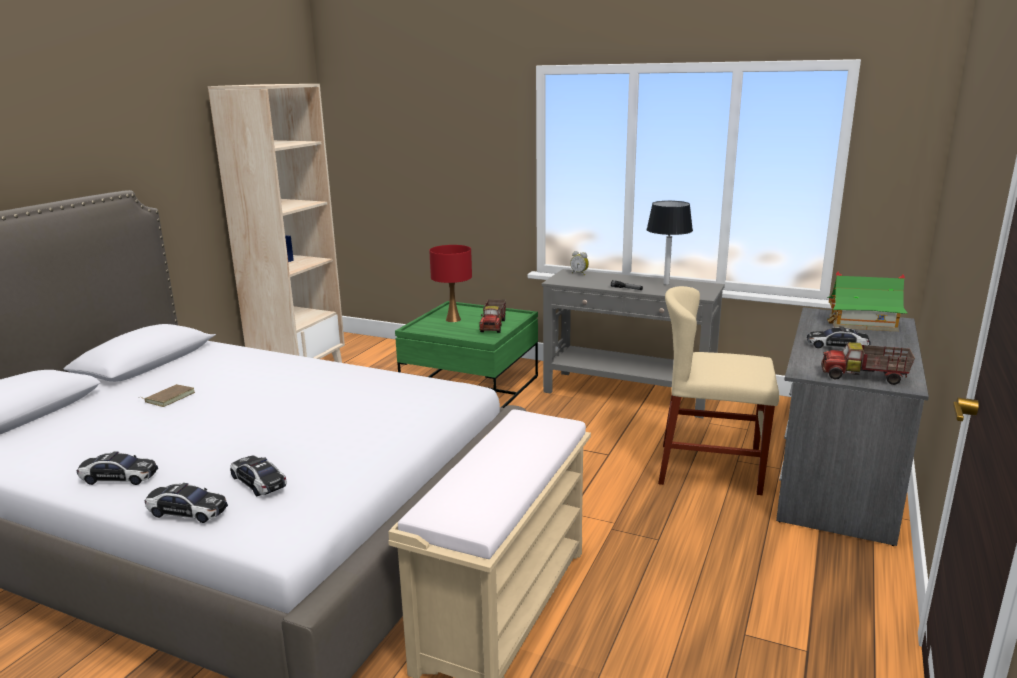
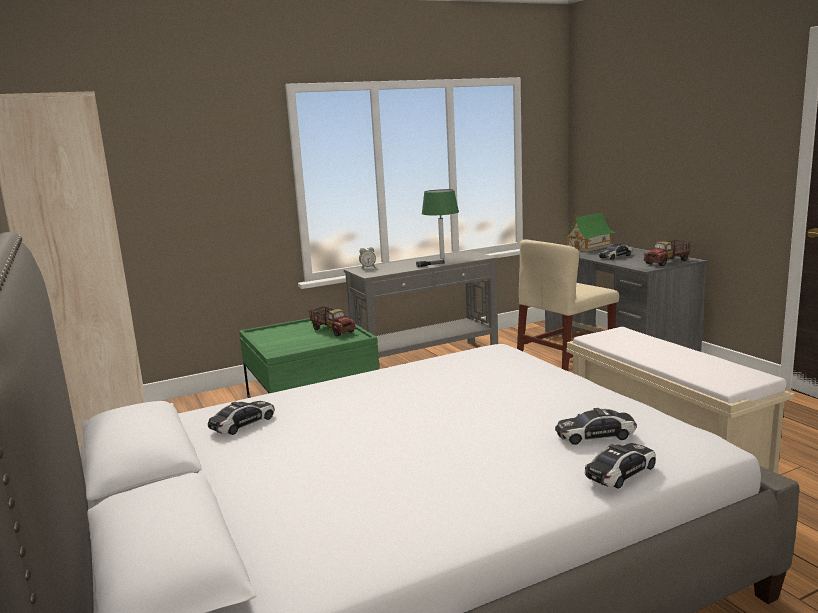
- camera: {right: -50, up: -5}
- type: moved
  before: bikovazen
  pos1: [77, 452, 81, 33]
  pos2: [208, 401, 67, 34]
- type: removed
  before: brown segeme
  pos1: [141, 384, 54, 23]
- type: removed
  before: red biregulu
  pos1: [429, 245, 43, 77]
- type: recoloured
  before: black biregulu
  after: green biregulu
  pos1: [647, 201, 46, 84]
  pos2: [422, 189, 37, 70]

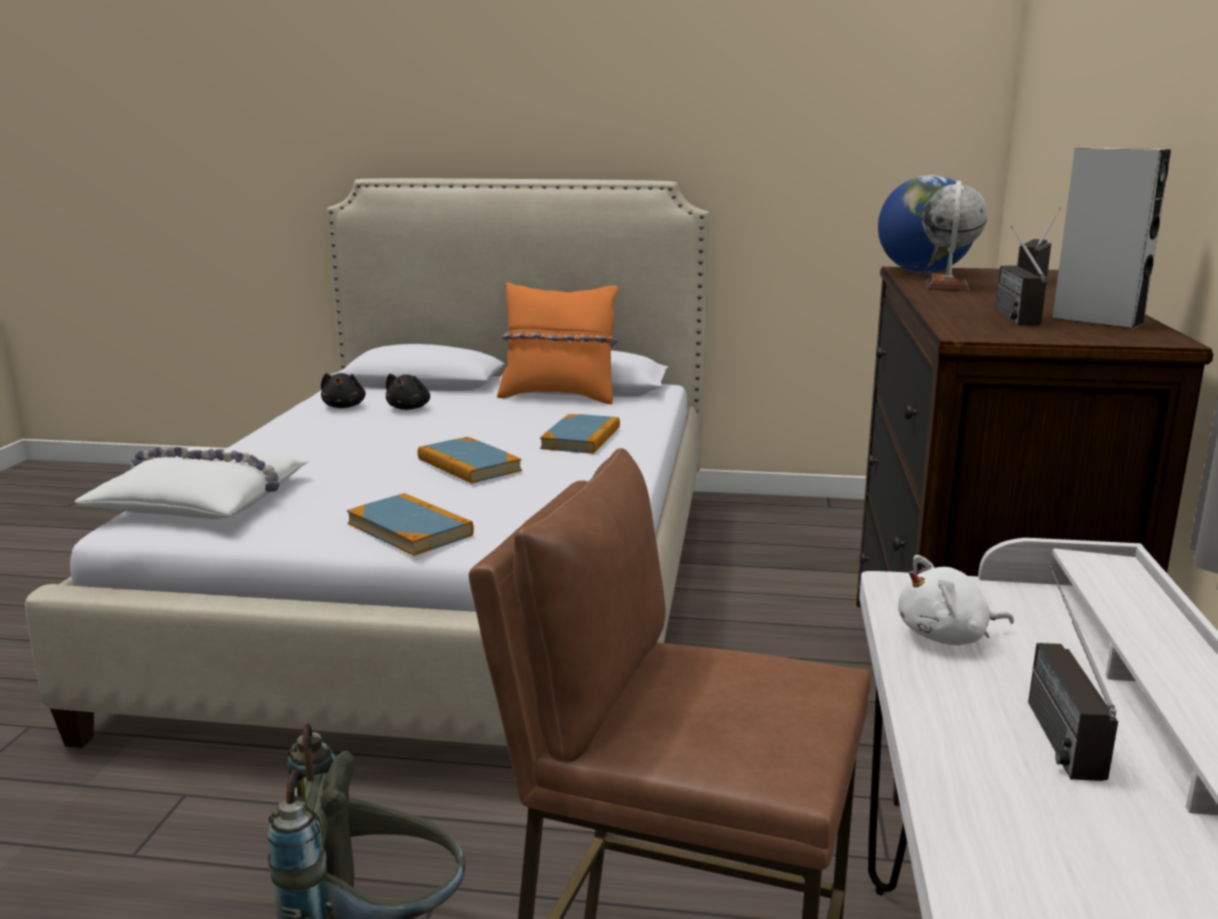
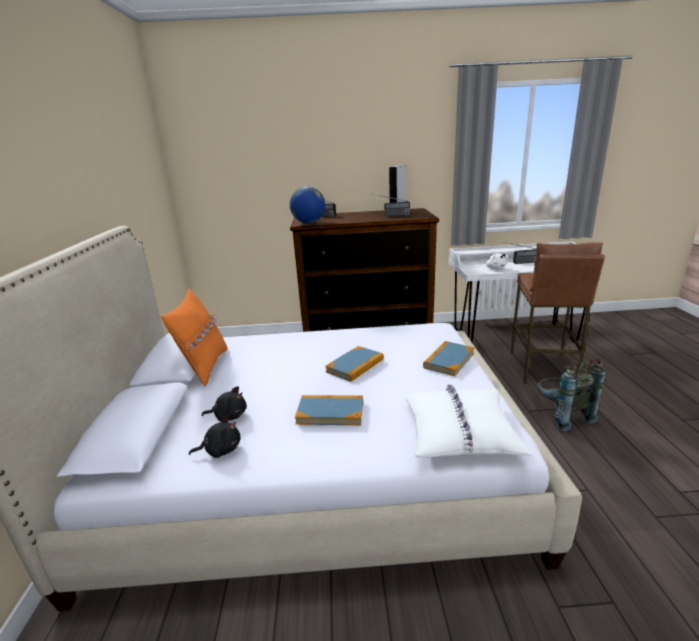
- camera: {right: -100, up: 5}
- type: moved
  before: segeme
  pos1: [540, 414, 80, 40]
  pos2: [295, 395, 68, 30]
- type: removed
  before: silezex
  pos1: [922, 181, 66, 110]

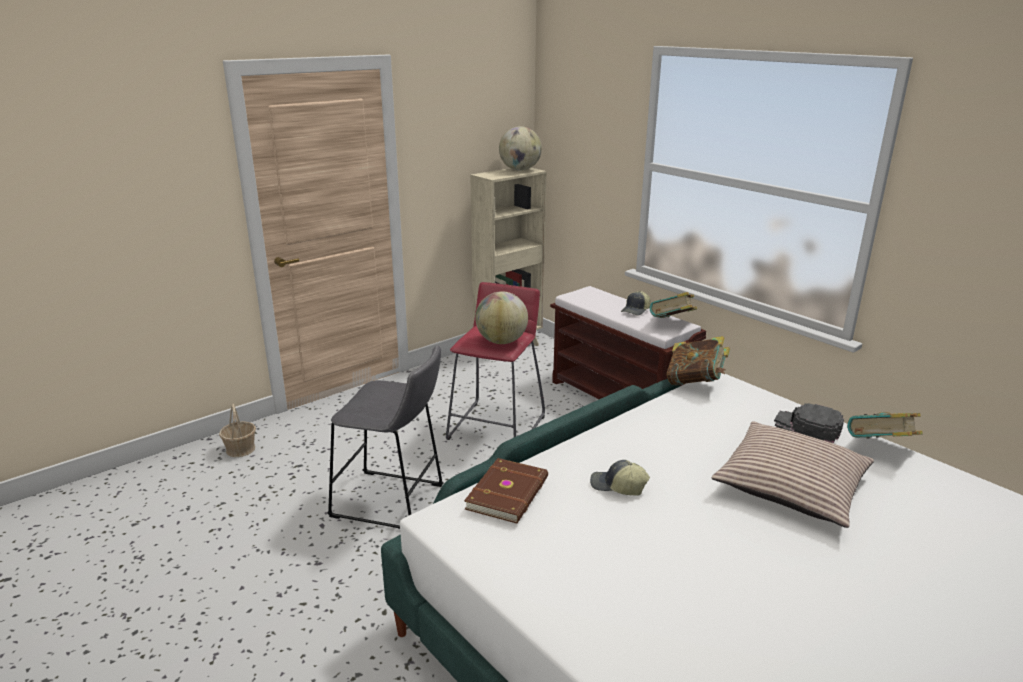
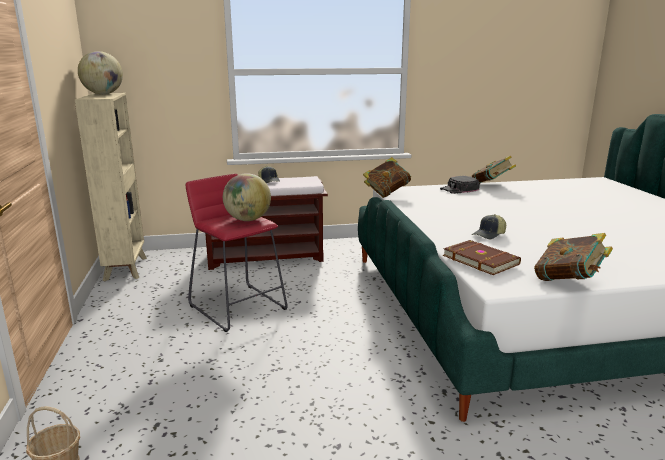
- camera: {right: -60, up: -5}
- type: removed
  before: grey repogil
  pos1: [327, 345, 117, 183]
- type: moved
  before: segeme
  pos1: [650, 292, 47, 26]
  pos2: [534, 233, 79, 48]
- type: removed
  before: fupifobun
  pos1: [712, 421, 162, 107]

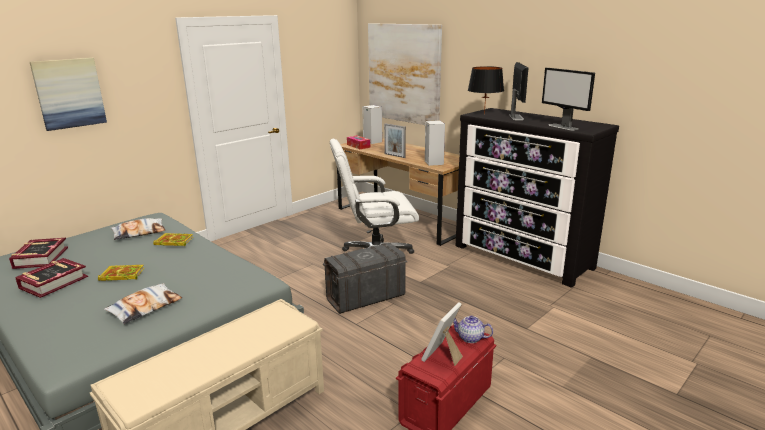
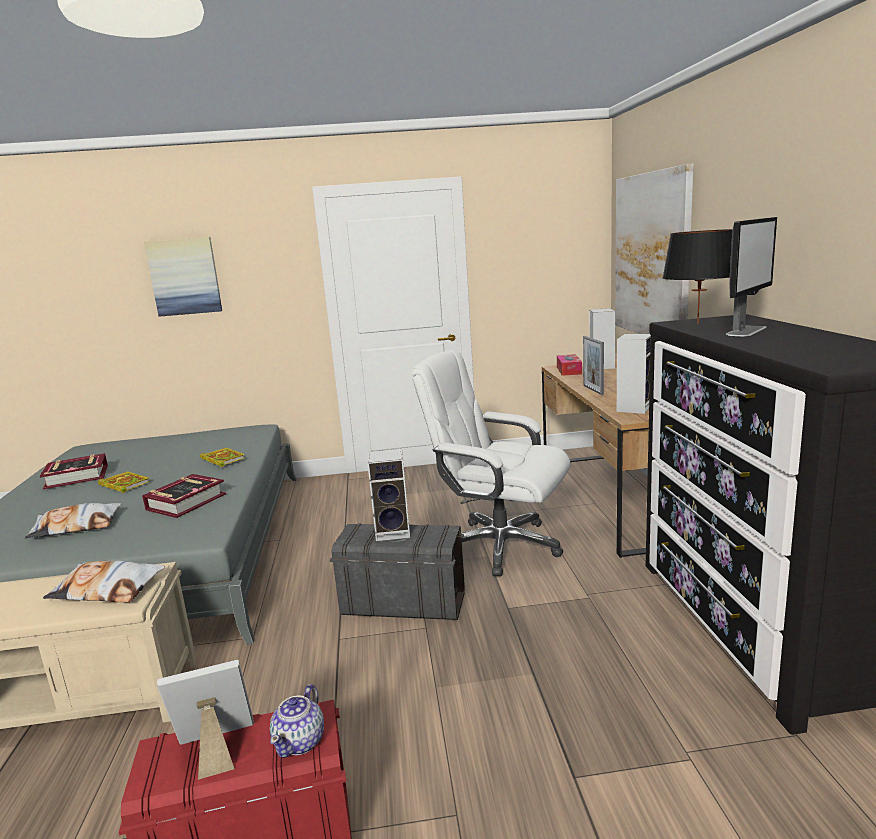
- camera: {right: 40, up: -5}
- type: moved
  before: segeme
  pos1: [9, 238, 59, 31]
  pos2: [142, 474, 84, 44]
- type: moved
  before: fupifobun
  pos1: [111, 218, 54, 22]
  pos2: [43, 561, 122, 42]
- type: turned
  before: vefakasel
  pos1: [453, 316, 40, 27]
  pos2: [270, 684, 54, 74]
  turn: -135
- type: removed
  before: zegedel
  pos1: [542, 68, 53, 63]
- type: added
  after: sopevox
  pos2: [367, 449, 43, 92]

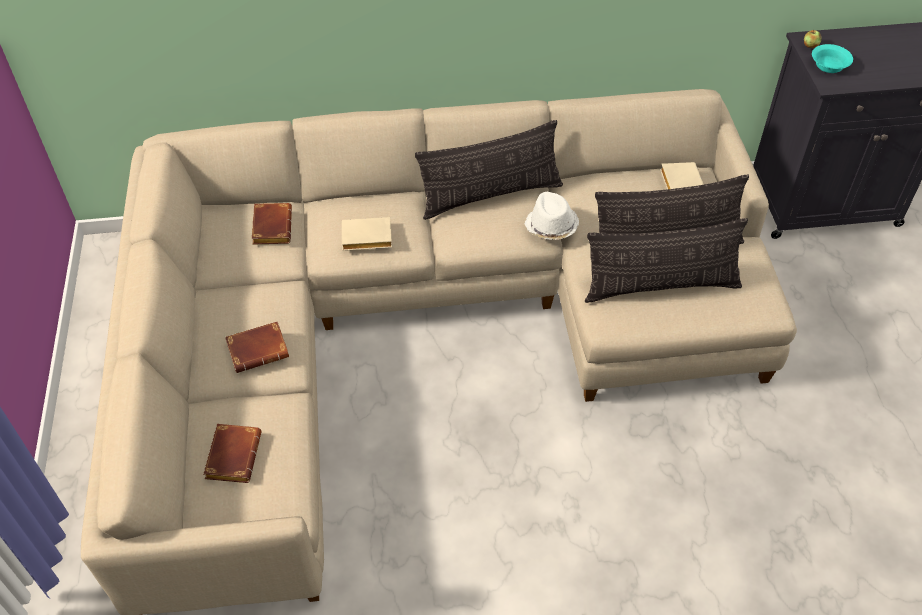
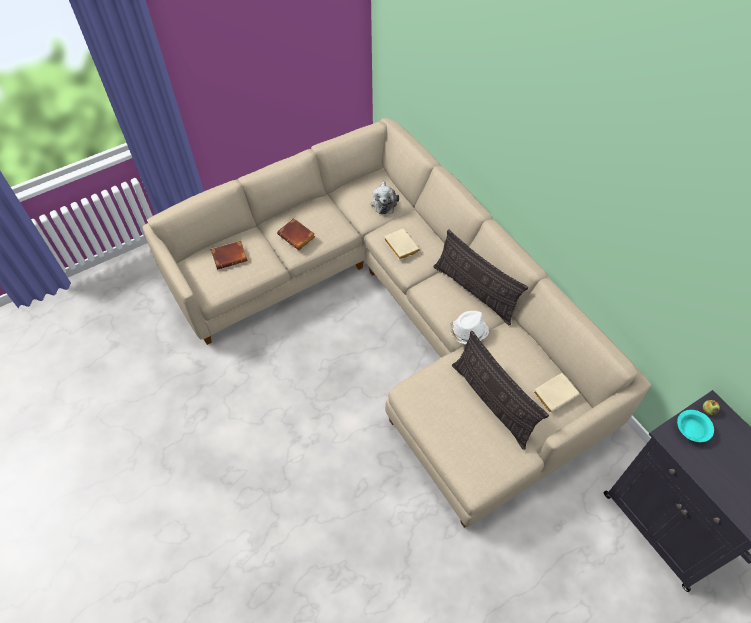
- camera: {right: 65, up: 5}
- type: replaced
  before: brown segeme
  after: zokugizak
  pos1: [252, 203, 40, 41]
  pos2: [371, 181, 28, 33]
- type: removed
  before: fupifobun
  pos1: [585, 218, 163, 85]

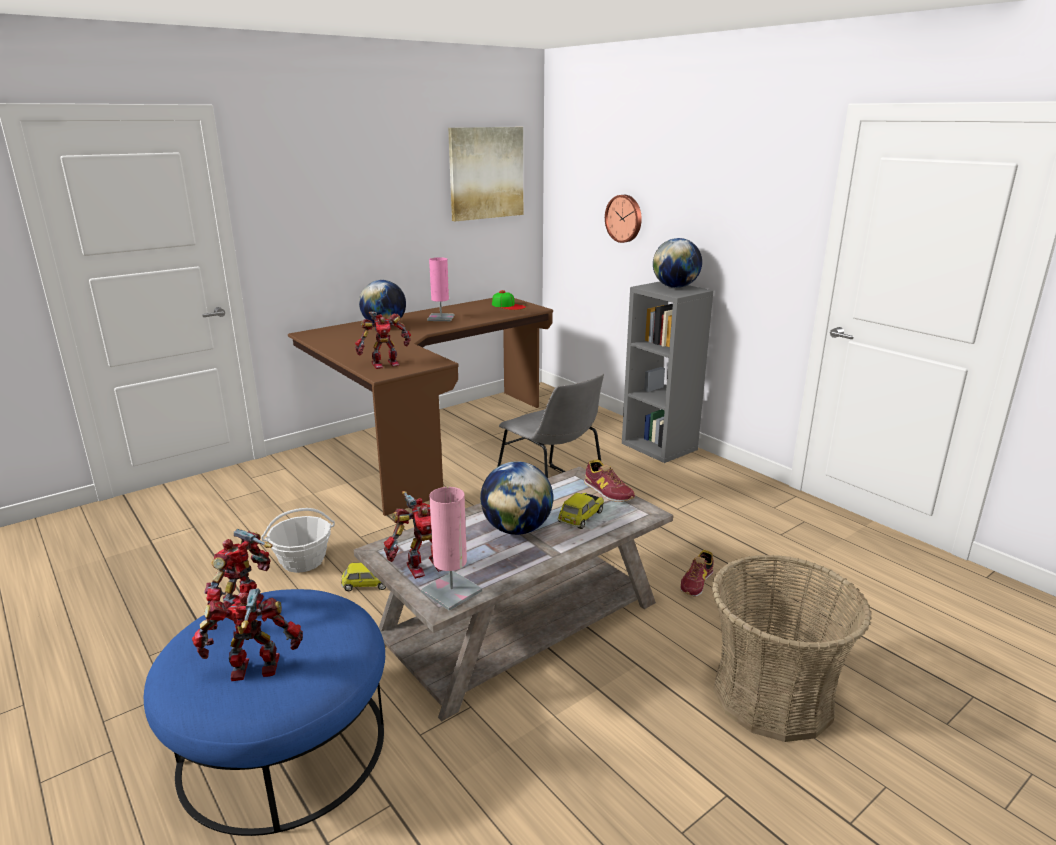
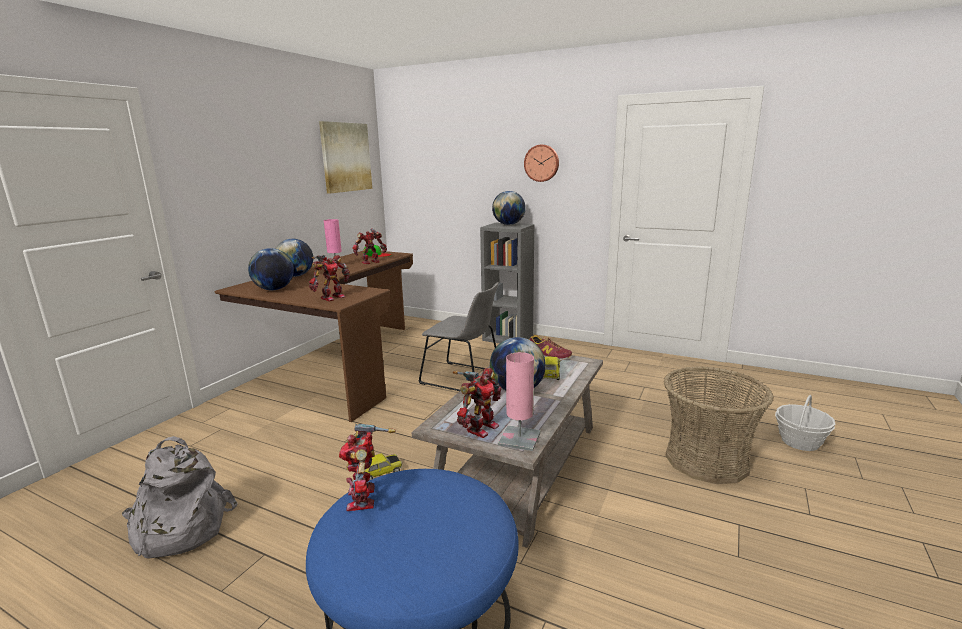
- camera: {right: -25, up: -5}
- type: moved
  before: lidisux
  pos1: [192, 589, 111, 92]
  pos2: [353, 229, 34, 35]
- type: moved
  before: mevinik
  pos1: [261, 508, 74, 65]
  pos2: [775, 395, 61, 56]
- type: moved
  before: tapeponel
  pos1: [605, 195, 37, 48]
  pos2: [524, 145, 35, 37]
- type: removed
  before: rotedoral
  pos1: [680, 550, 34, 47]
- type: added
  after: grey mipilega
  pos2: [122, 436, 116, 123]
- type: added
  after: silezex
  pos2: [248, 248, 46, 42]

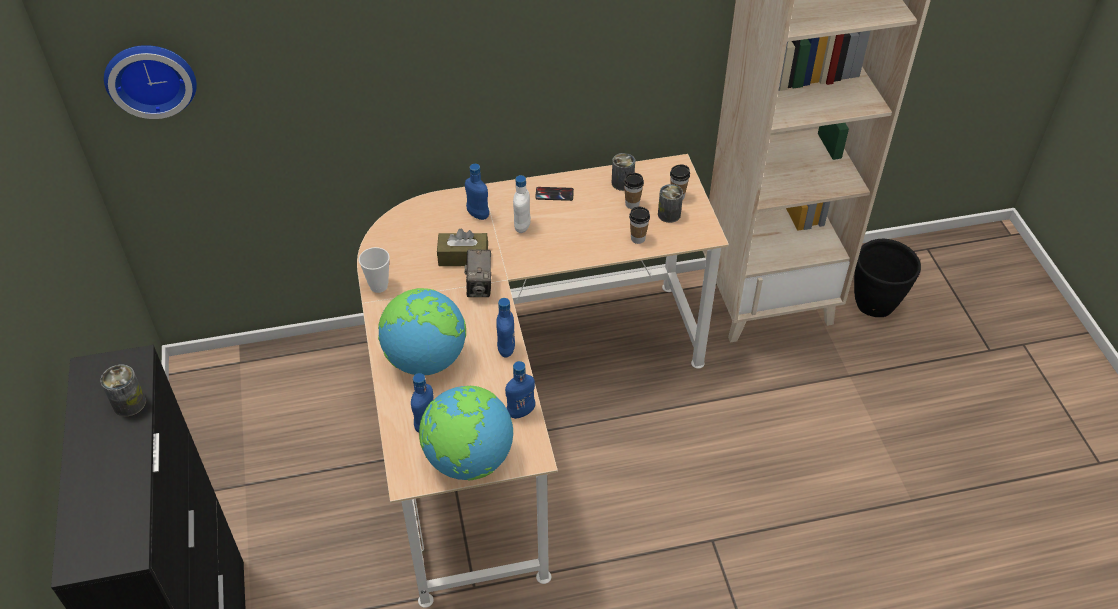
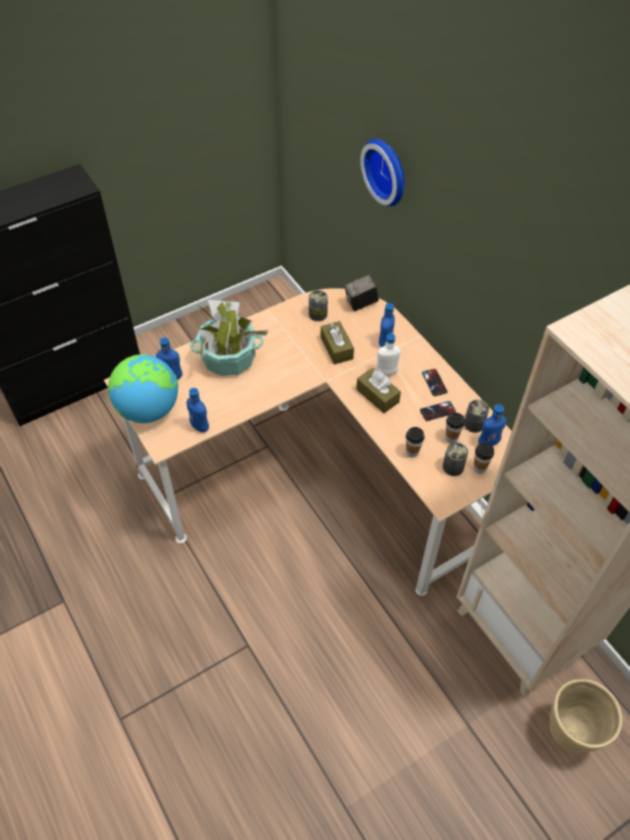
- camera: {right: 70, up: 5}
- type: moved
  before: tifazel
  pos1: [100, 365, 46, 52]
  pos2: [309, 290, 19, 31]
- type: moved
  before: tapeponel
  pos1: [104, 45, 93, 74]
  pos2: [360, 139, 45, 67]
- type: removed
  before: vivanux
  pos1: [359, 247, 31, 46]
- type: replaced
  before: silezex
  after: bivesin
  pos1: [378, 288, 88, 87]
  pos2: [190, 300, 79, 76]
- type: moved
  before: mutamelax
  pos1: [464, 249, 27, 48]
  pos2: [345, 275, 34, 36]
- type: moved
  before: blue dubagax
  pos1: [496, 298, 19, 60]
  pos2: [478, 404, 28, 42]
- type: recoloured
  before: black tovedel
  after: beige tovedel
  pos1: [854, 239, 67, 78]
  pos2: [550, 679, 72, 74]
- type: added
  after: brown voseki
  pos2: [356, 368, 45, 45]
- type: added
  after: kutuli
  pos2: [420, 401, 36, 20]

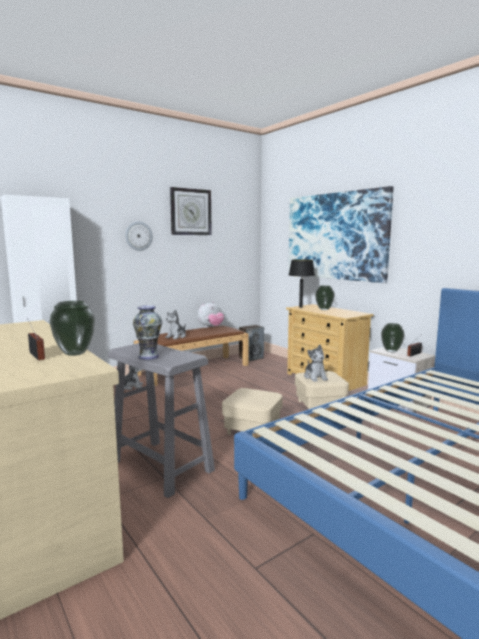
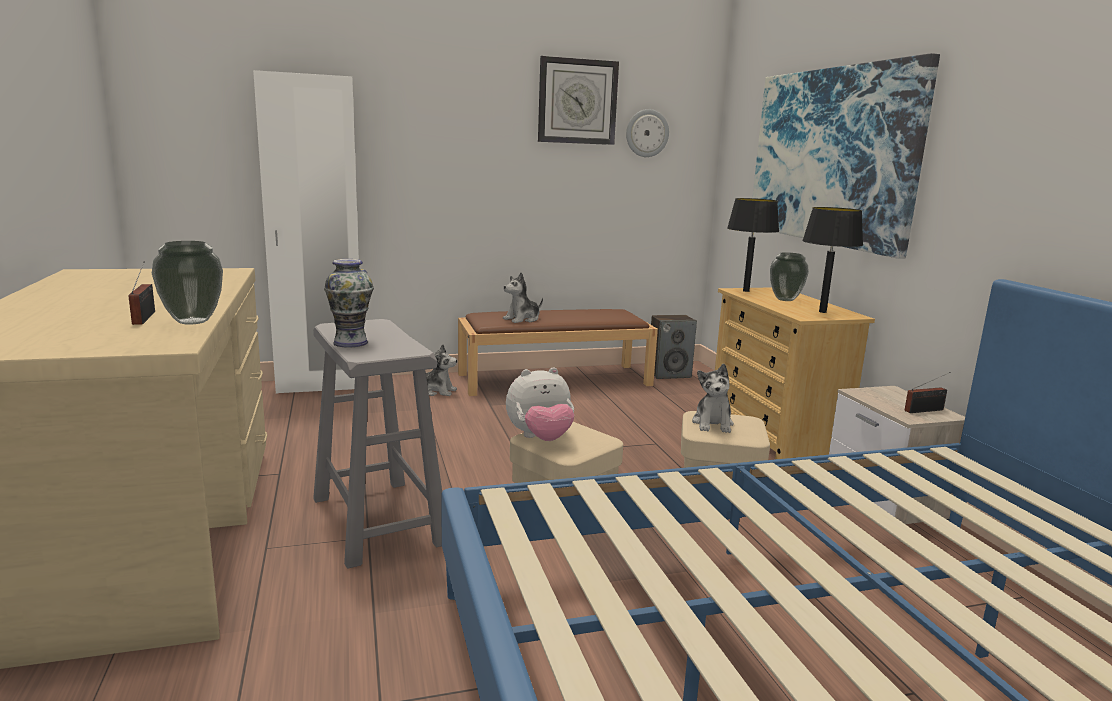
- camera: {right: 20, up: 5}
- type: moved
  before: tapeponel
  pos1: [125, 221, 28, 30]
  pos2: [626, 109, 43, 48]
- type: moved
  before: zokugizak
  pos1: [197, 301, 27, 27]
  pos2: [506, 367, 68, 74]
- type: removed
  before: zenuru
  pos1: [381, 323, 24, 29]
- type: added
  after: black biregulu
  pos2: [802, 207, 61, 106]

